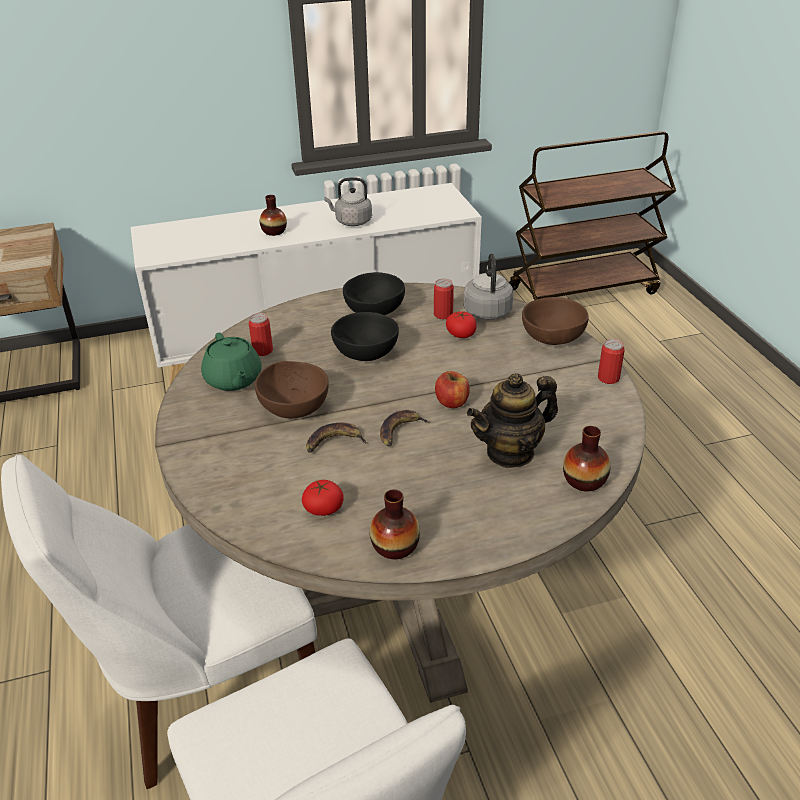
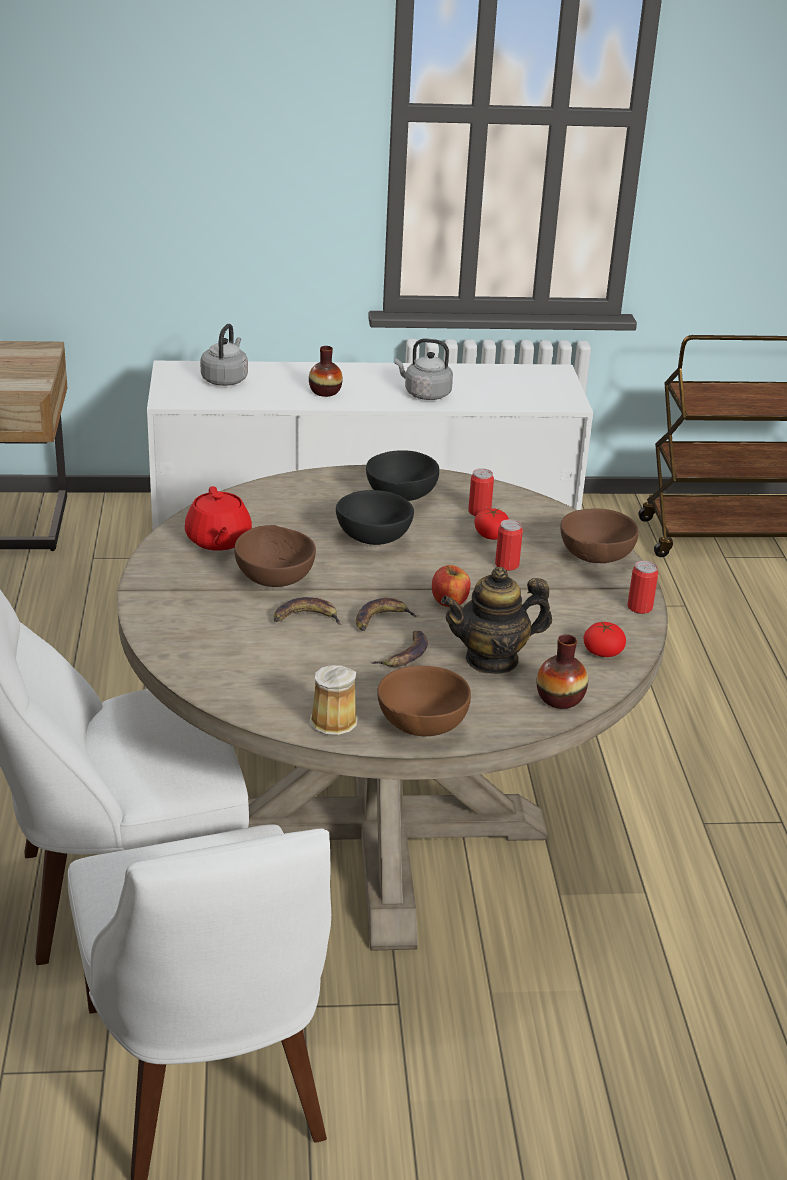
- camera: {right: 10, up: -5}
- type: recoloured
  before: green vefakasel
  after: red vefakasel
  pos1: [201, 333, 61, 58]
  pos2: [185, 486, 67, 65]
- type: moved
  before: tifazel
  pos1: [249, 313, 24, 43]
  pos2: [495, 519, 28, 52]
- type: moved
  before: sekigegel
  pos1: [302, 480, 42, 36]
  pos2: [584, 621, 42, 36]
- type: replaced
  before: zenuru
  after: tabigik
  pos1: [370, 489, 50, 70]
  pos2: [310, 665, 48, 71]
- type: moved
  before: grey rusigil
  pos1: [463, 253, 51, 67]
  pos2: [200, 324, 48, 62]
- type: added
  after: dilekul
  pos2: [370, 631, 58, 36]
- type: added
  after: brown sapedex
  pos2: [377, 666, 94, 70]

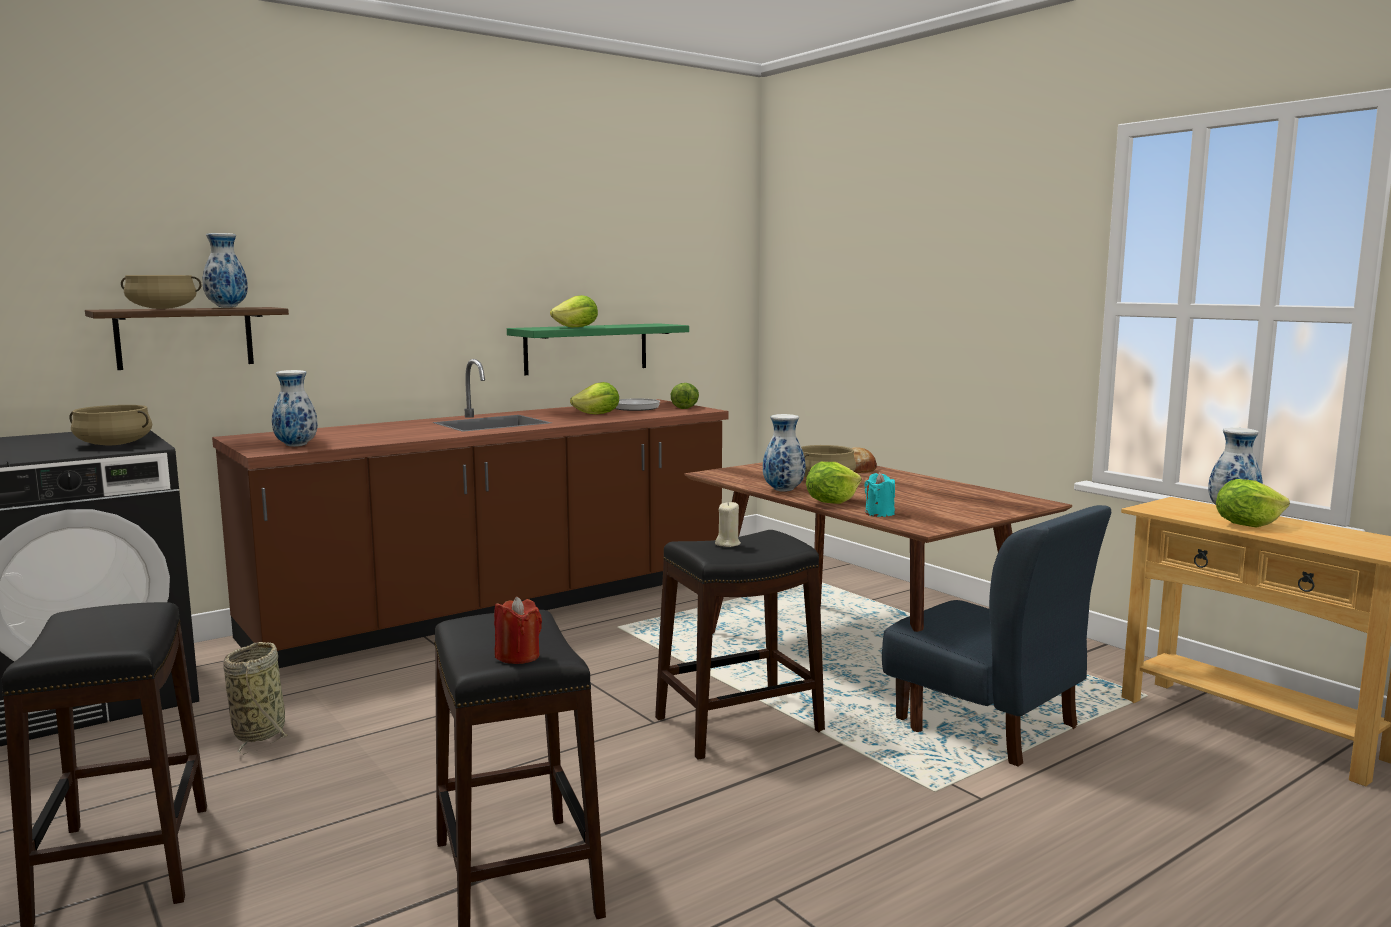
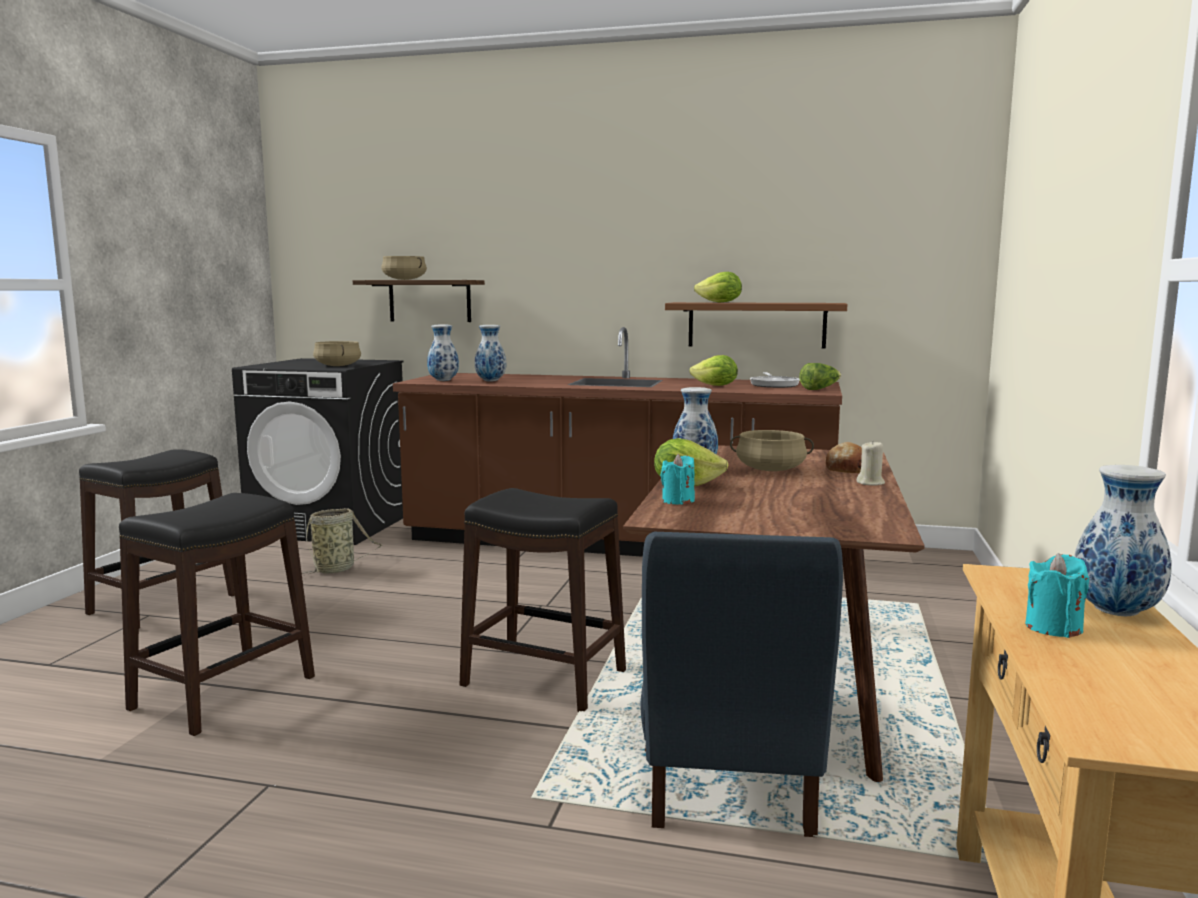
- camera: {right: 50, up: 0}
- type: moved
  before: zenuru
  pos1: [202, 233, 46, 75]
  pos2: [475, 325, 32, 56]
- type: removed
  before: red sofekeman
  pos1: [494, 597, 48, 67]
- type: recoloured
  before: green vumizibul
  after: brown vumizibul
  pos1: [507, 323, 182, 52]
  pos2: [665, 302, 182, 46]
- type: moved
  before: beige sofekeman
  pos1: [715, 501, 26, 46]
  pos2: [857, 440, 28, 46]
- type: replaced
  before: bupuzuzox
  after: turquoise sofekeman
  pos1: [1216, 479, 74, 49]
  pos2: [1025, 553, 64, 85]

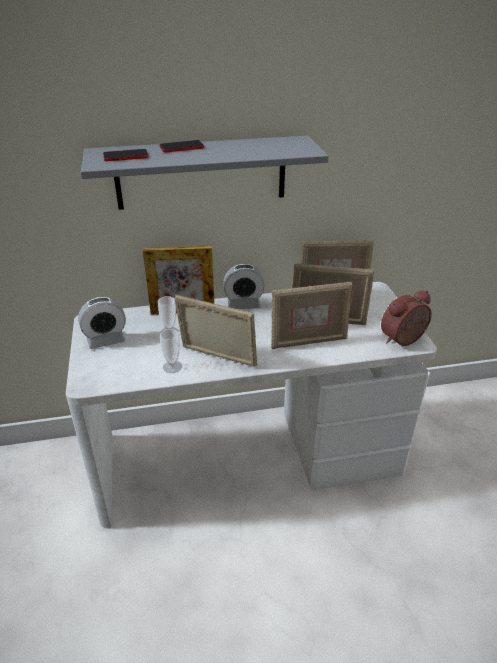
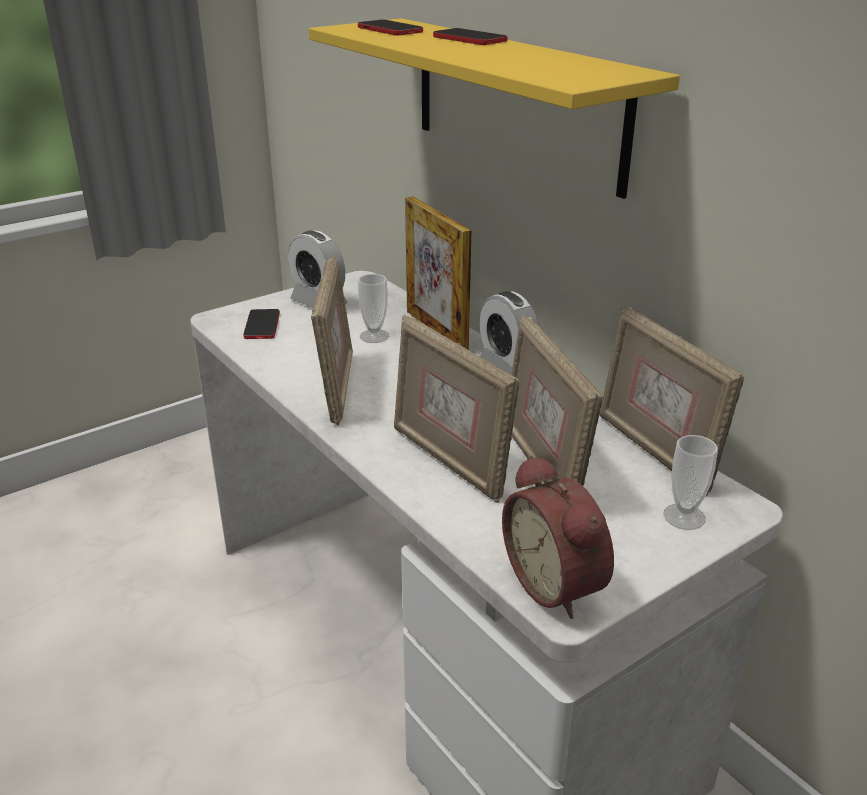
- camera: {right: 65, up: -5}
- type: recoloured
  before: grey vumizibul
  after: yellow vumizibul
  pos1: [81, 136, 248, 74]
  pos2: [309, 18, 371, 181]
- type: moved
  before: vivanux
  pos1: [160, 329, 22, 44]
  pos2: [663, 435, 55, 95]
- type: turned
  before: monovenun
  pos1: [381, 290, 51, 56]
  pos2: [502, 454, 112, 165]
  turn: -150
- type: added
  after: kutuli
  pos2: [244, 309, 36, 30]

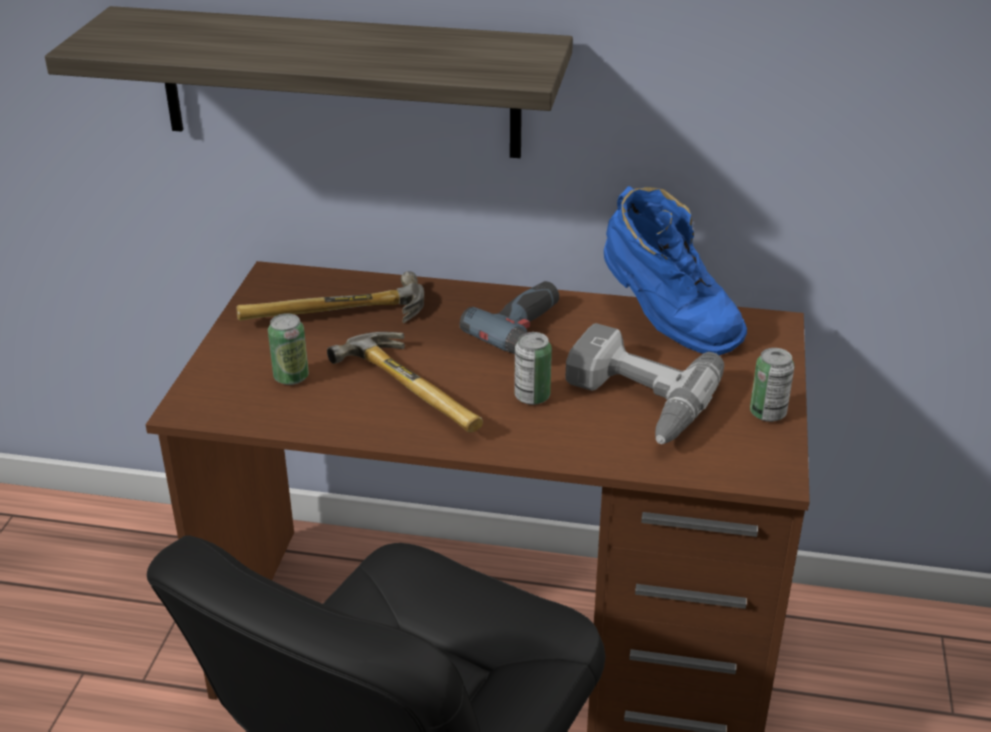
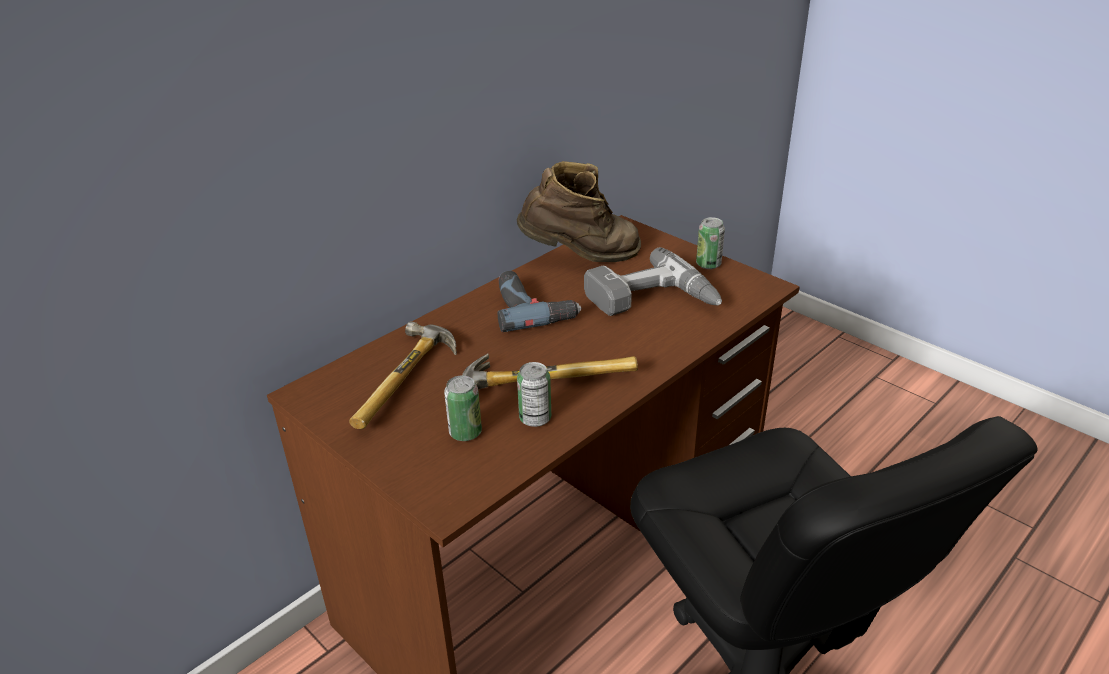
- camera: {right: -55, up: 0}
- type: removed
  before: vumizibul
  pos1: [45, 6, 528, 152]
- type: moved
  before: tifazel
  pos1: [514, 332, 38, 73]
  pos2: [517, 362, 34, 65]
- type: recoloured
  before: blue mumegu
  after: brown mumegu
  pos1: [604, 186, 143, 169]
  pos2: [517, 161, 124, 101]

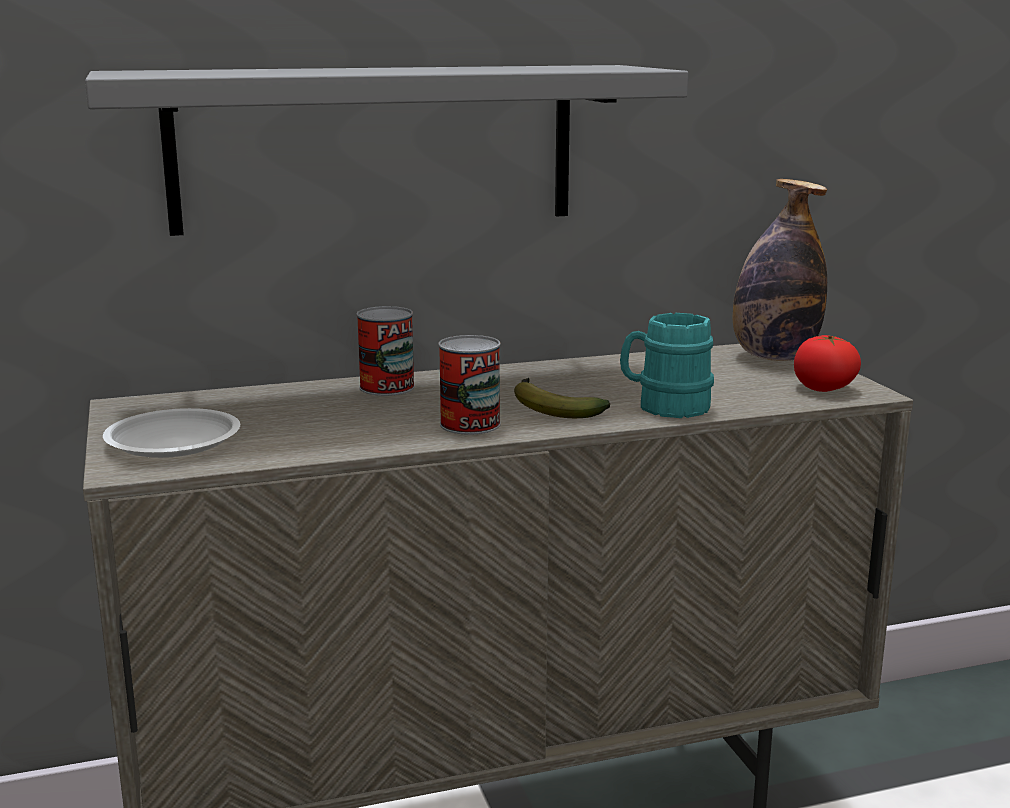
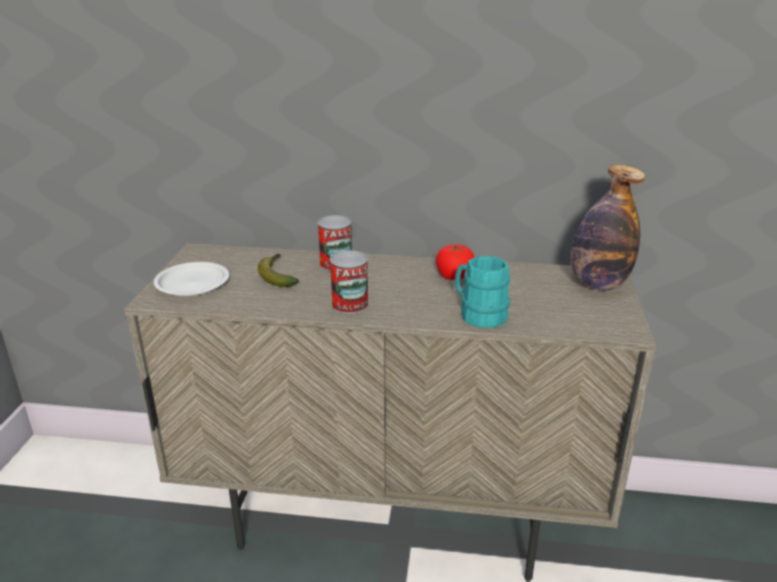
- camera: {right: 25, up: 10}
- type: removed
  before: grey vumizibul
  pos1: [85, 65, 603, 171]
- type: moved
  before: dilekul
  pos1: [514, 378, 96, 40]
  pos2: [258, 254, 41, 33]
- type: moved
  before: sekigegel
  pos1: [794, 335, 67, 57]
  pos2: [436, 244, 39, 36]

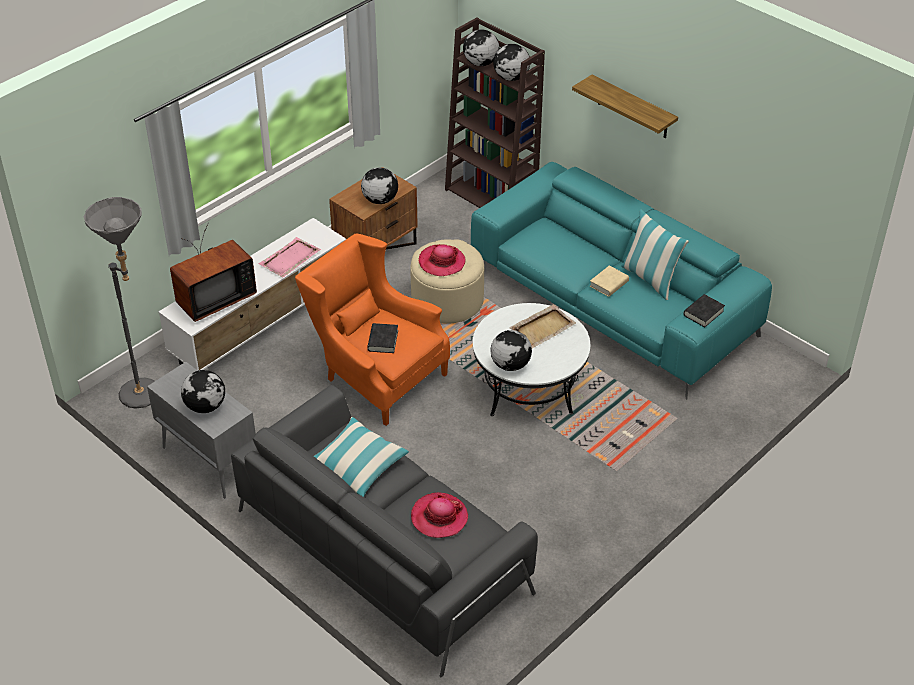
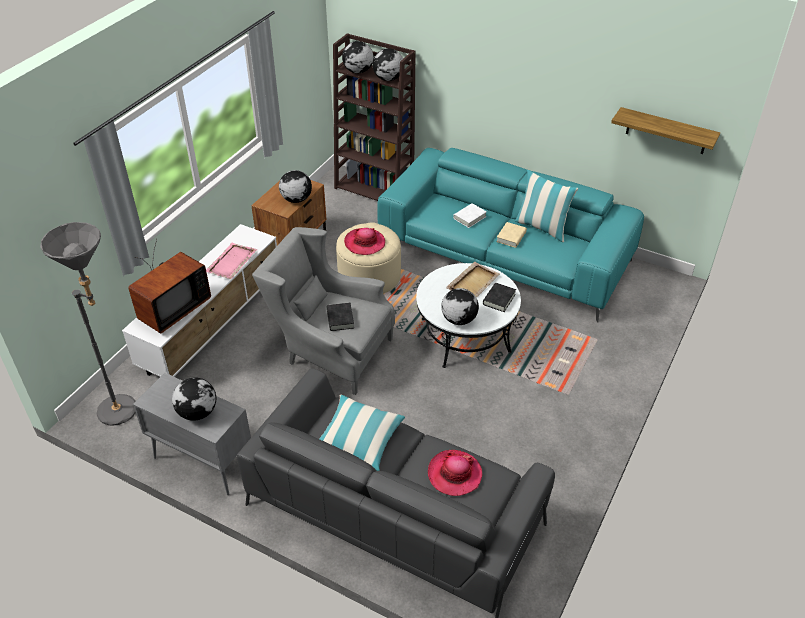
- camera: {right: -15, up: 0}
- type: recoloured
  before: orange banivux
  after: grey banivux
  pos1: [295, 234, 155, 192]
  pos2: [252, 227, 143, 168]
- type: moved
  before: vumizibul
  pos1: [572, 75, 106, 63]
  pos2: [611, 107, 109, 47]
- type: moved
  before: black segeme
  pos1: [683, 294, 42, 33]
  pos2: [483, 283, 33, 29]
- type: added
  after: white segeme
  pos2: [453, 203, 34, 25]

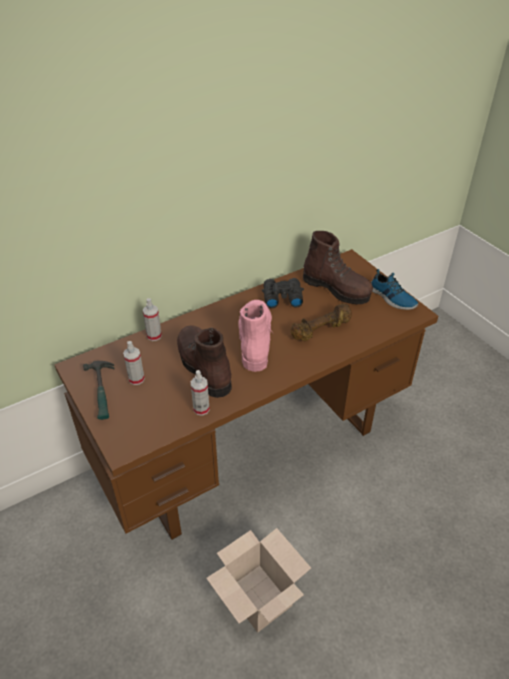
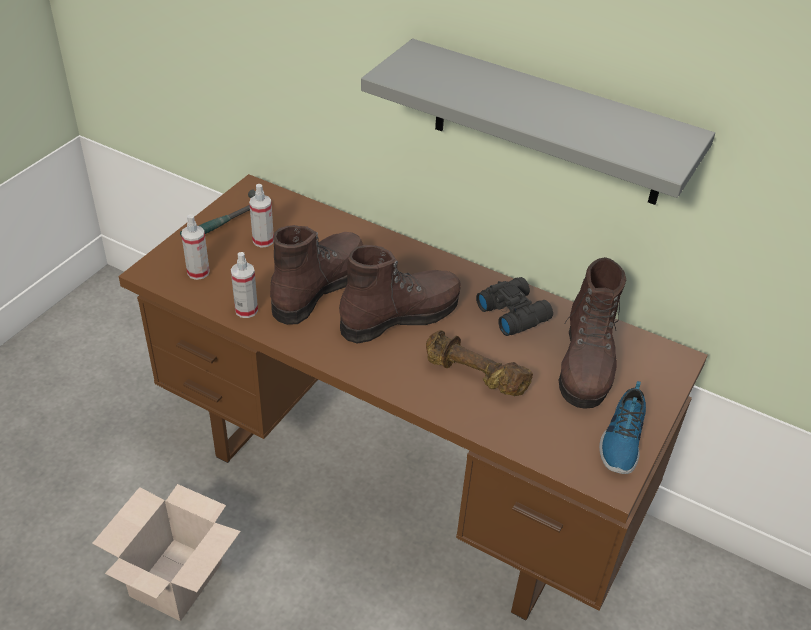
- camera: {right: 60, up: 0}
- type: moved
  before: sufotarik
  pos1: [143, 298, 19, 43]
  pos2: [181, 214, 29, 66]
- type: recoloured
  before: pink mumegu
  after: brown mumegu
  pos1: [238, 300, 35, 72]
  pos2: [339, 245, 122, 99]
- type: added
  after: grey vumizibul
  pos2: [361, 39, 354, 166]

